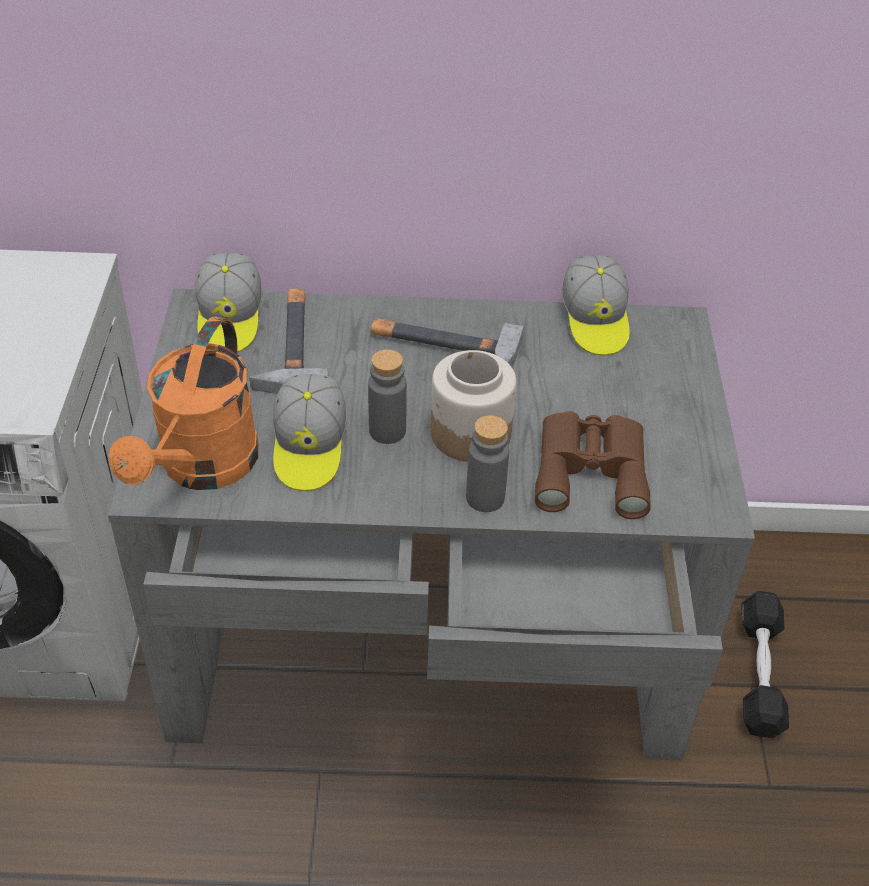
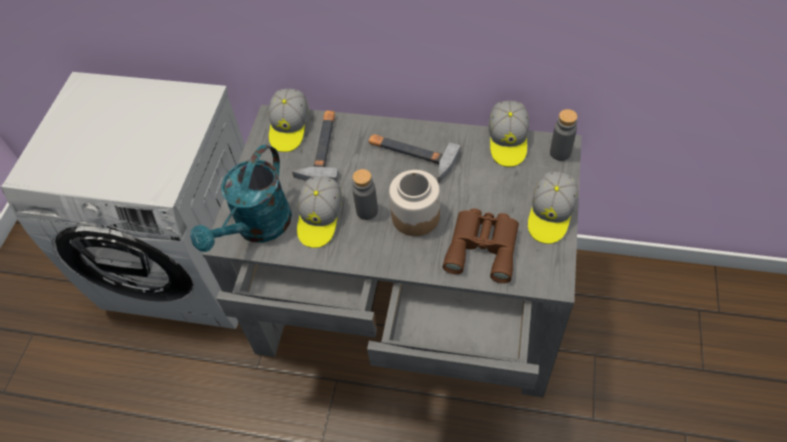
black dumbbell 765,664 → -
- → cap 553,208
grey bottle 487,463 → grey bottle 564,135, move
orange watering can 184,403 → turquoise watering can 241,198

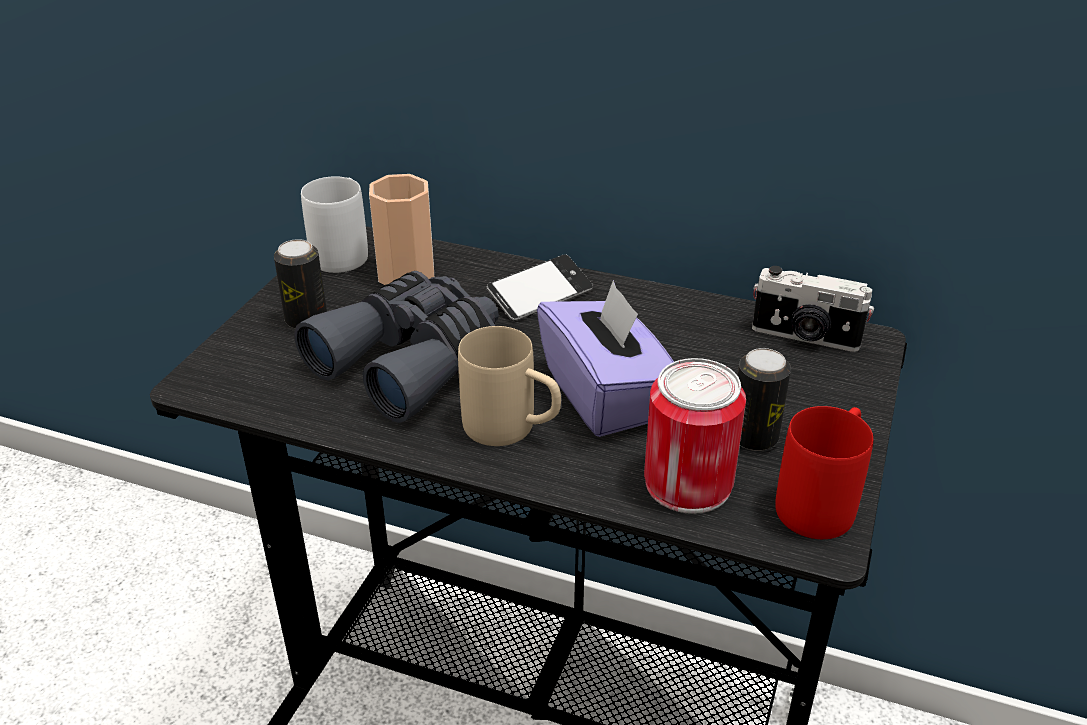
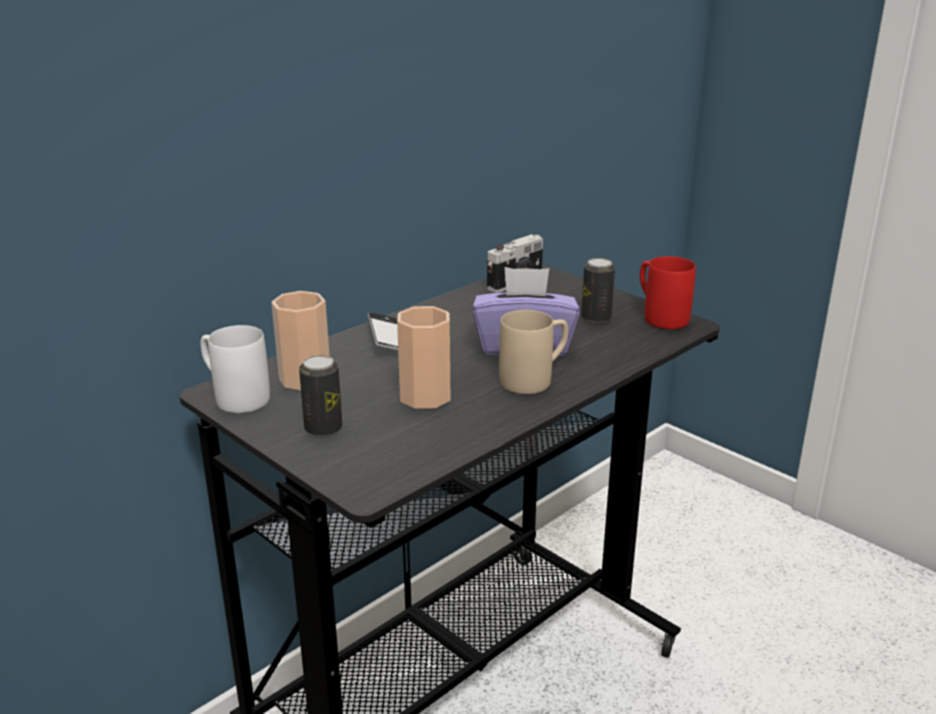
can 695,436 → -
grey binoculars 396,347 → cup 423,357

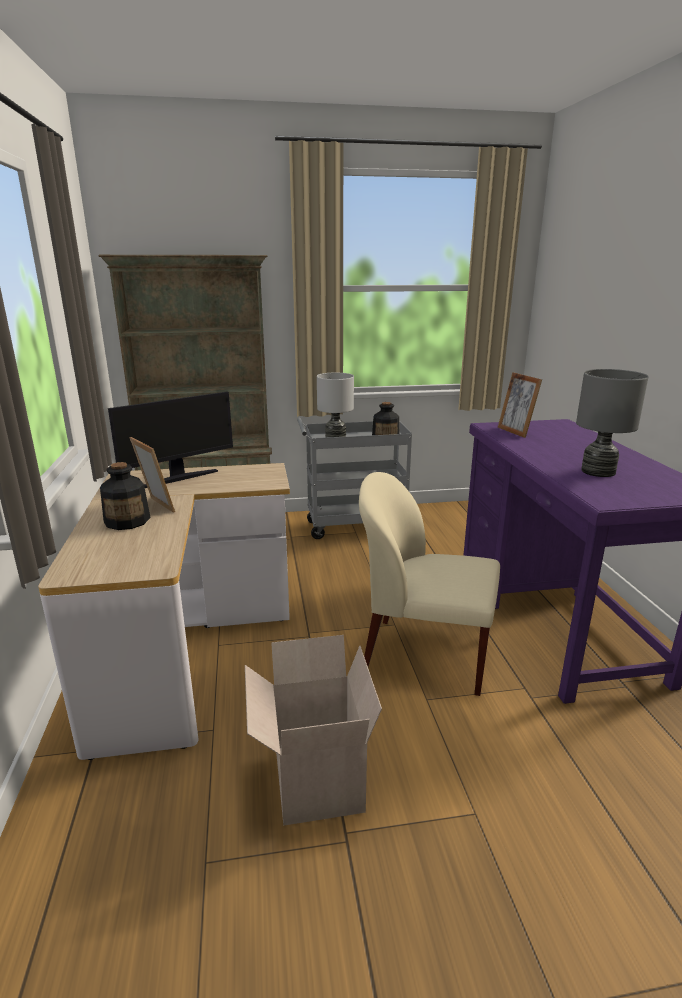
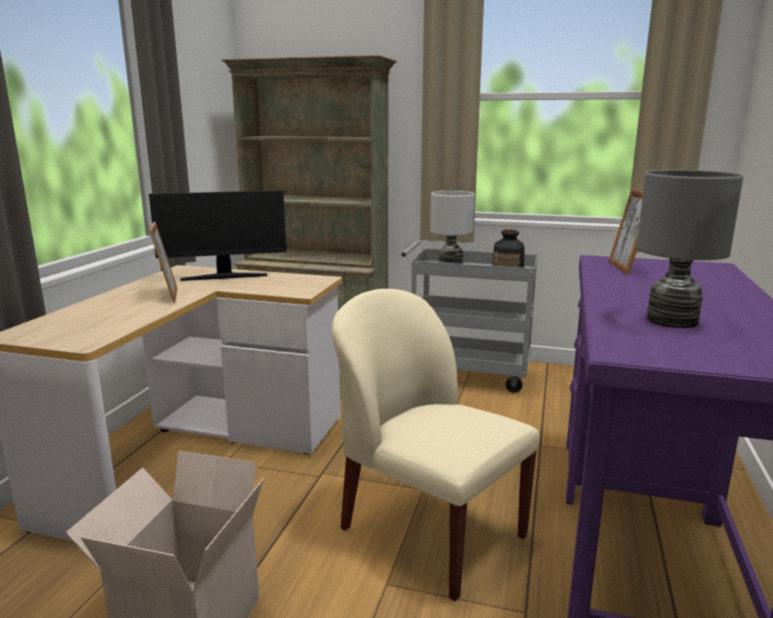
bottle 125,496 → -

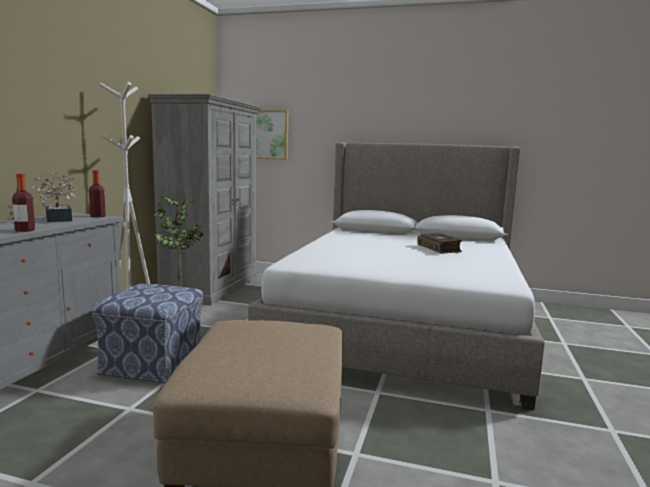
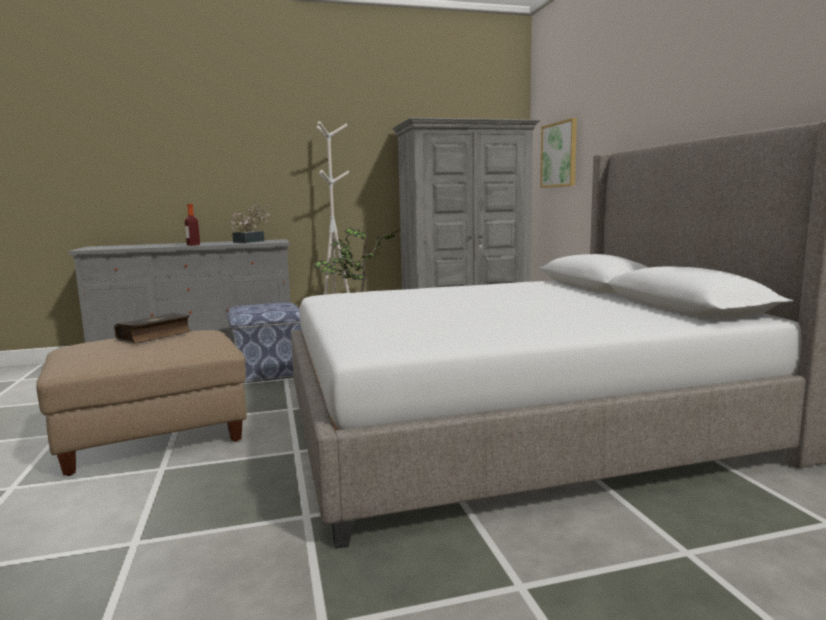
bottle 97,193 → -
book 439,243 → book 153,328, move

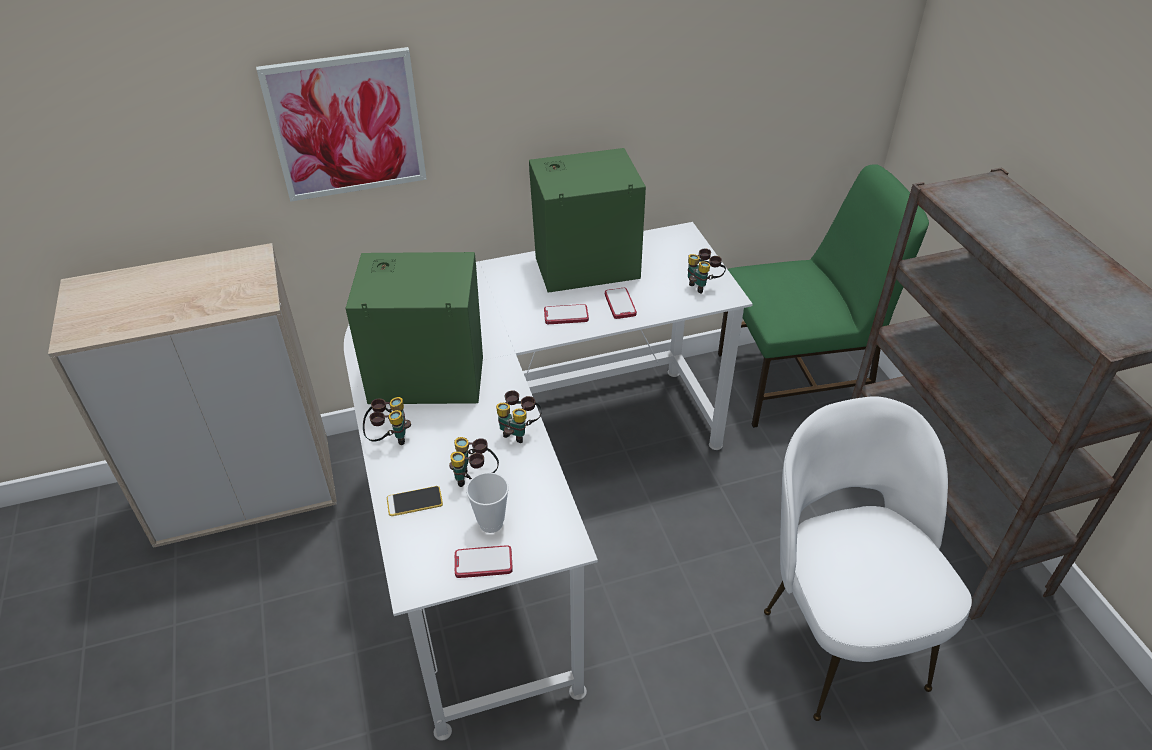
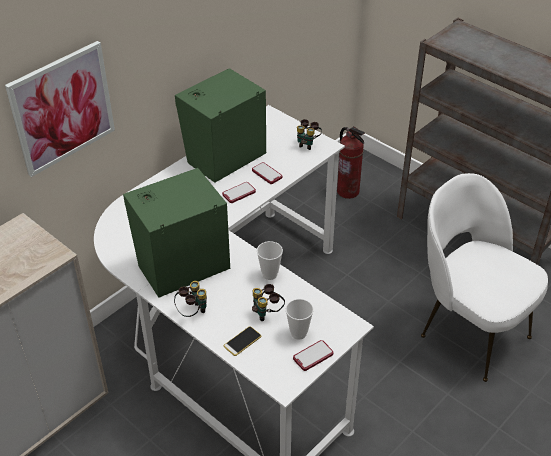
binoculars 519,416 → cup 270,260
green chair 823,296 → fire extinguisher 351,162

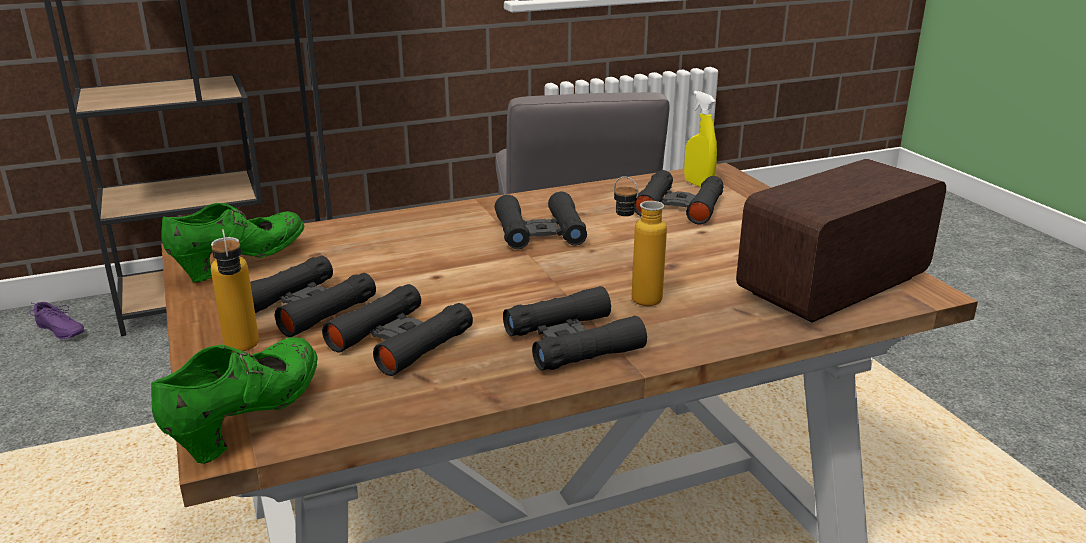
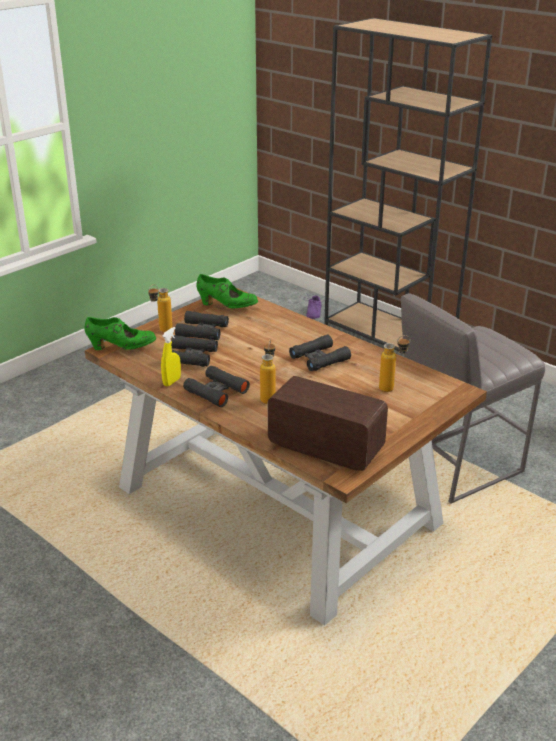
yellow spray bottle 700,139 → yellow spray bottle 171,356, move
black binoculars 679,197 → bottle 394,363

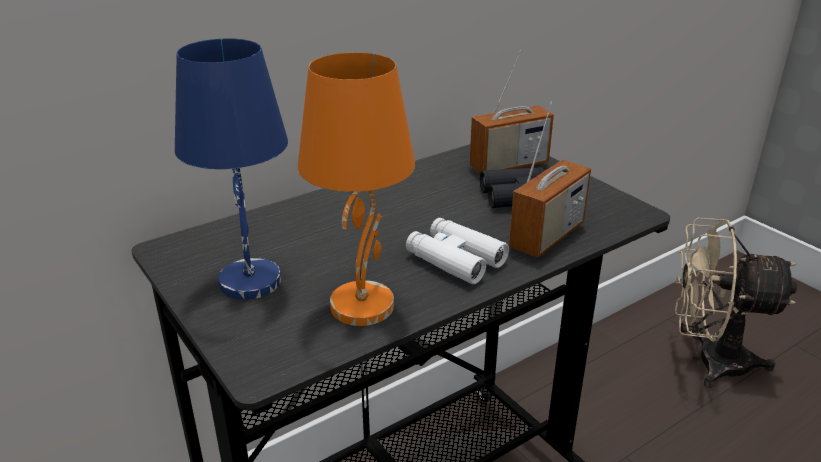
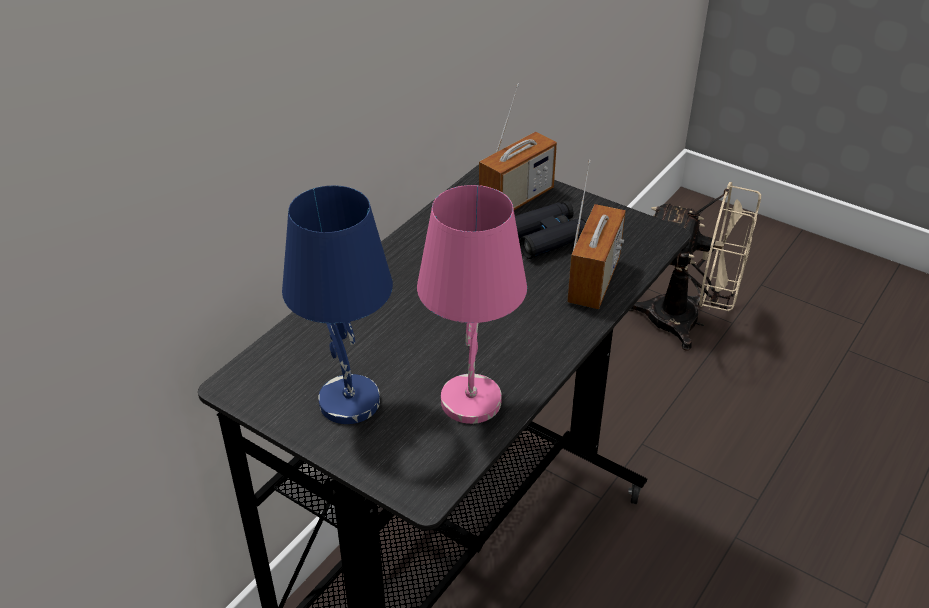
white binoculars 457,251 → -
orange table lamp 356,189 → pink table lamp 472,304
beige fan 736,303 → beige fan 695,266, 150 degrees counterclockwise

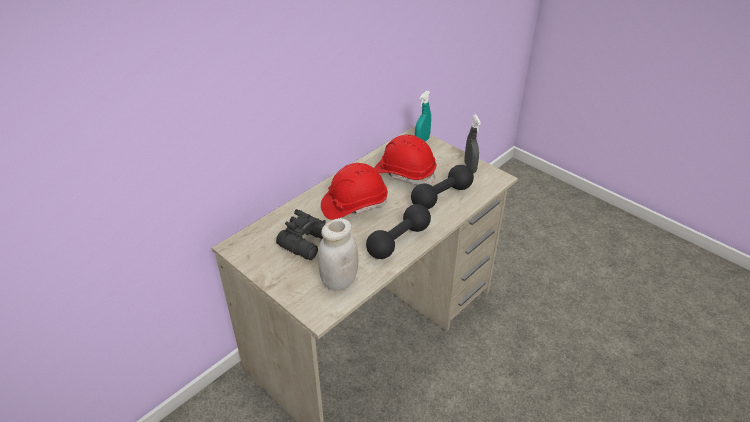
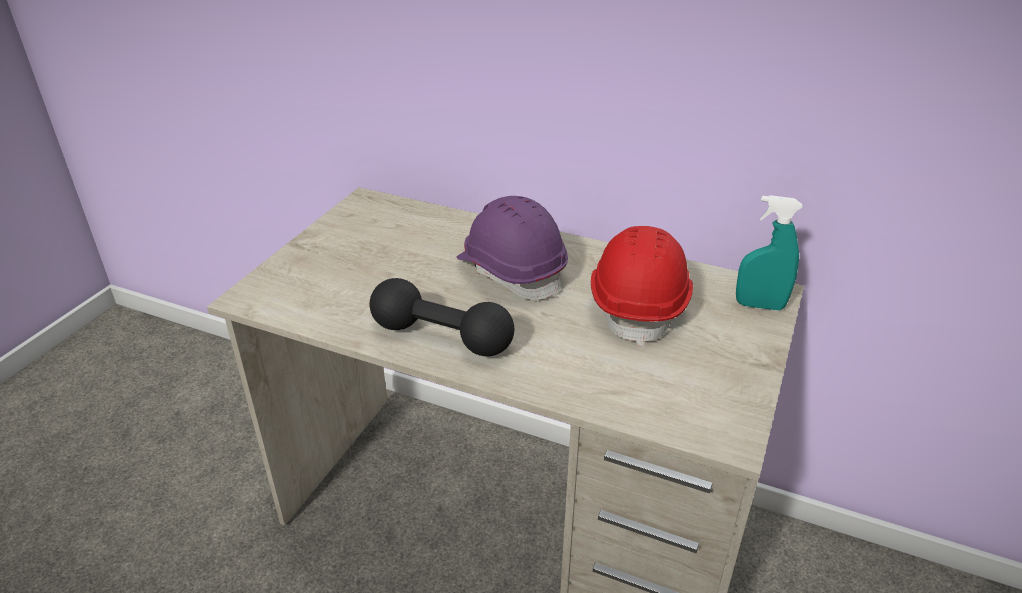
black binoculars 301,234 → -
white jar 338,254 → -
black dumbbell 442,187 → -
grey spray bottle 472,144 → -
red hard hat 354,191 → purple hard hat 512,248

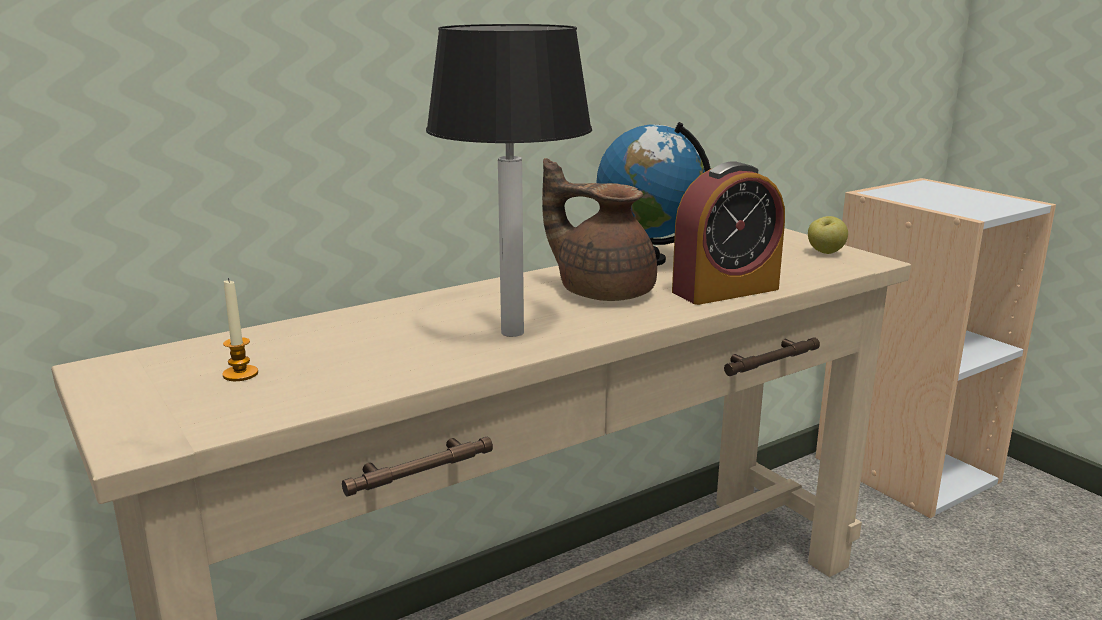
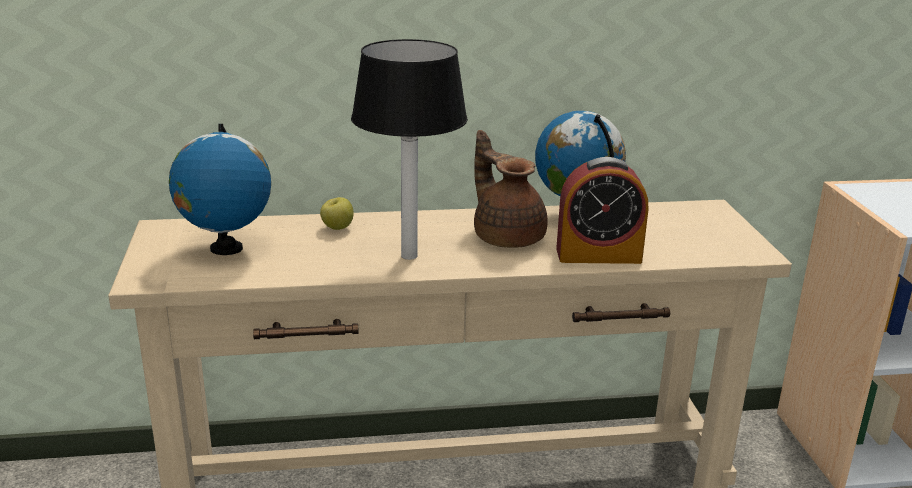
apple 828,235 → apple 336,213, move
candle 240,329 → globe 220,189

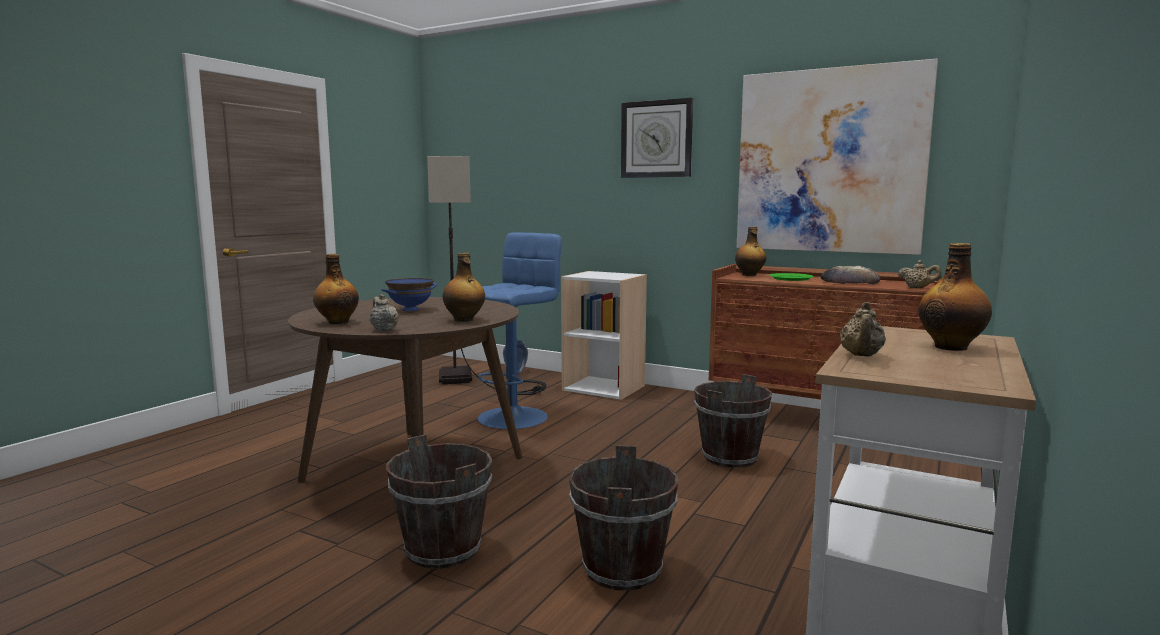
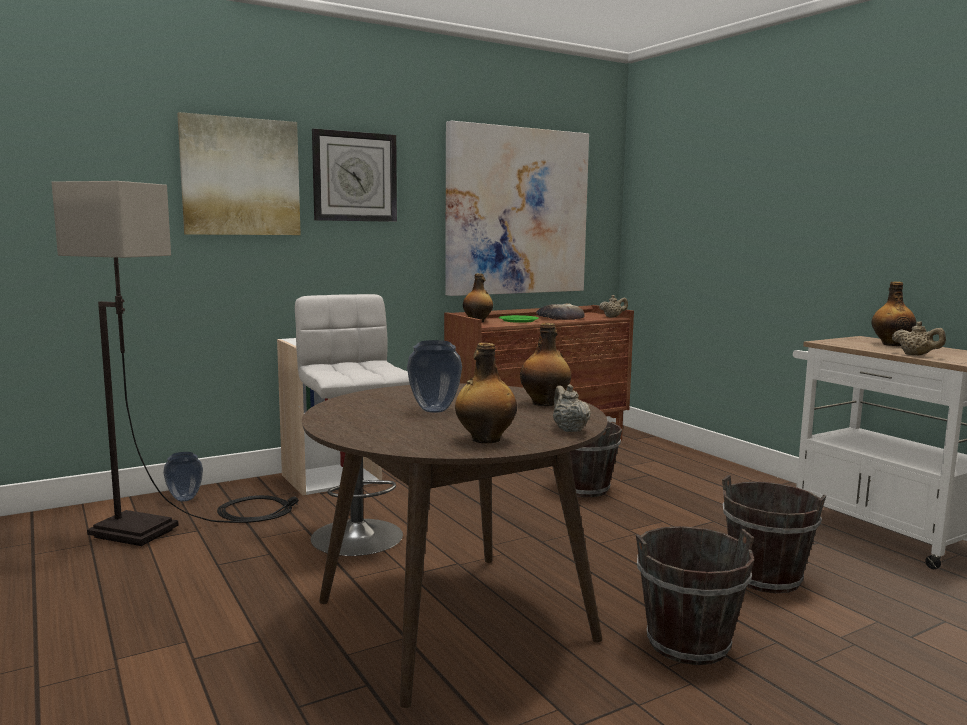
- → picture 239,173
blue bowl 409,294 → vase 434,376
blue stool 520,330 → white stool 352,425
beige teapot 384,312 → beige teapot 572,408, 75 degrees clockwise

